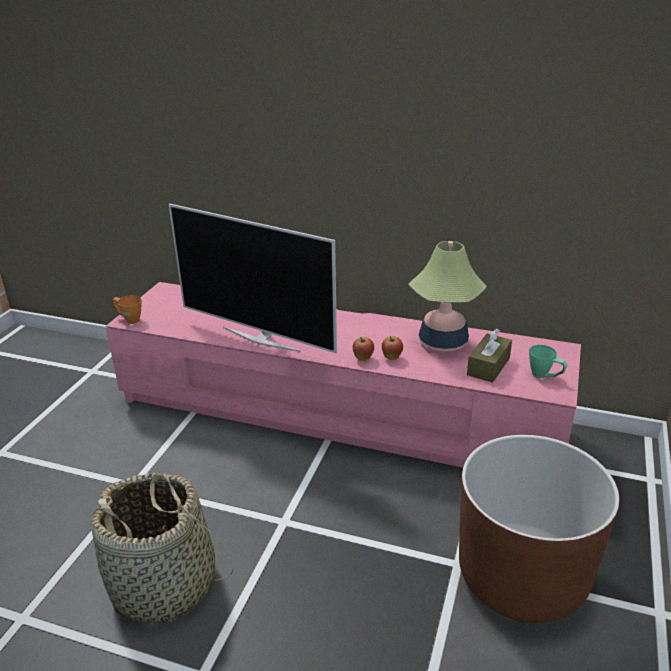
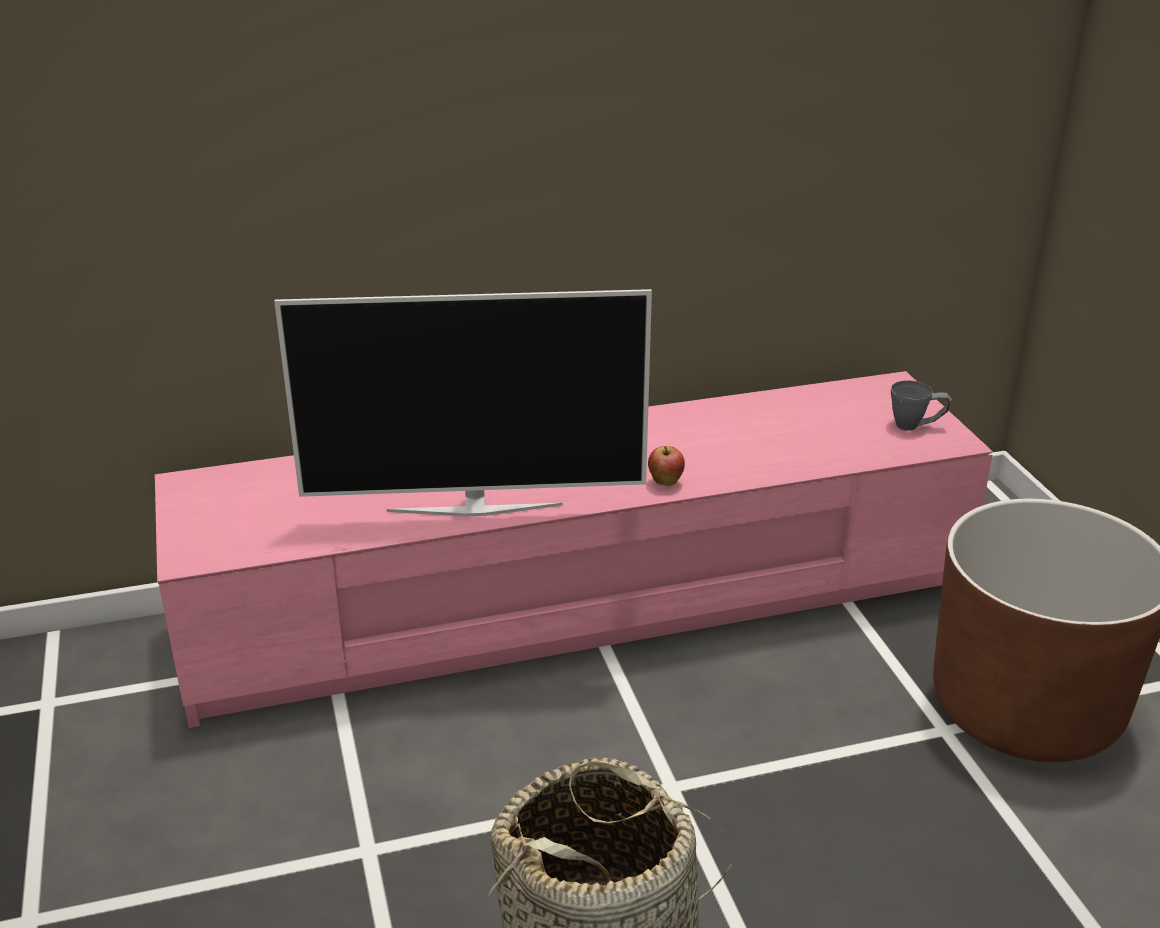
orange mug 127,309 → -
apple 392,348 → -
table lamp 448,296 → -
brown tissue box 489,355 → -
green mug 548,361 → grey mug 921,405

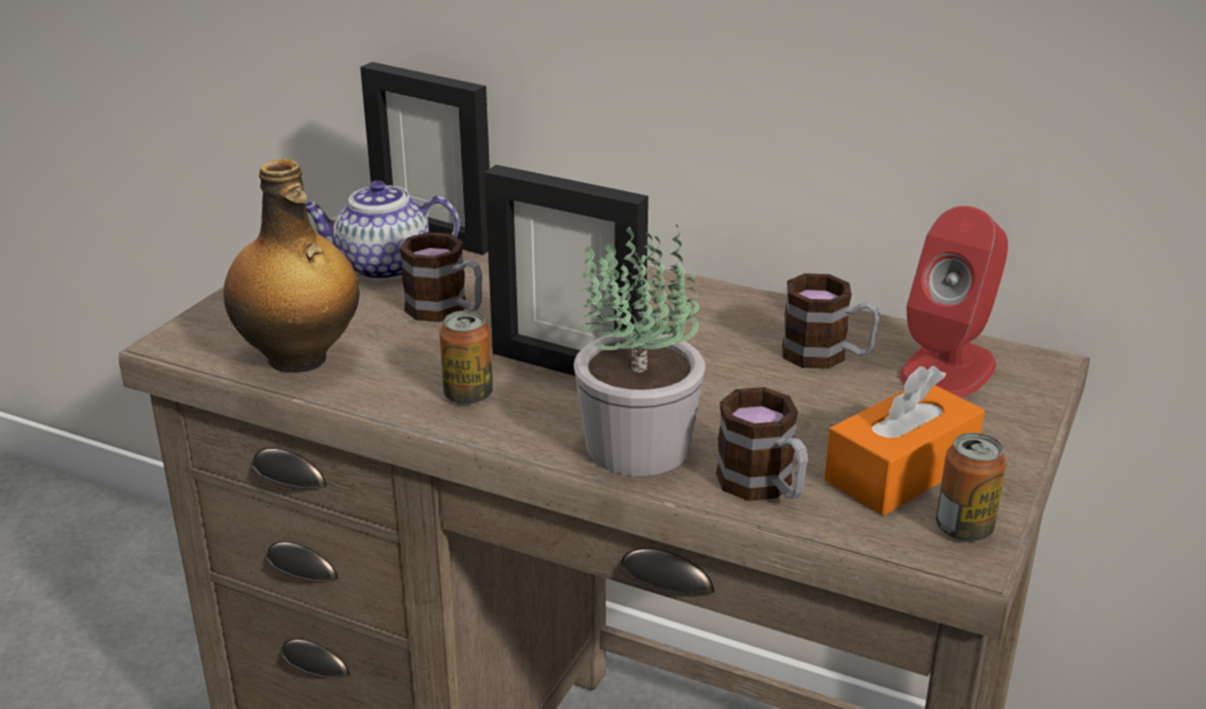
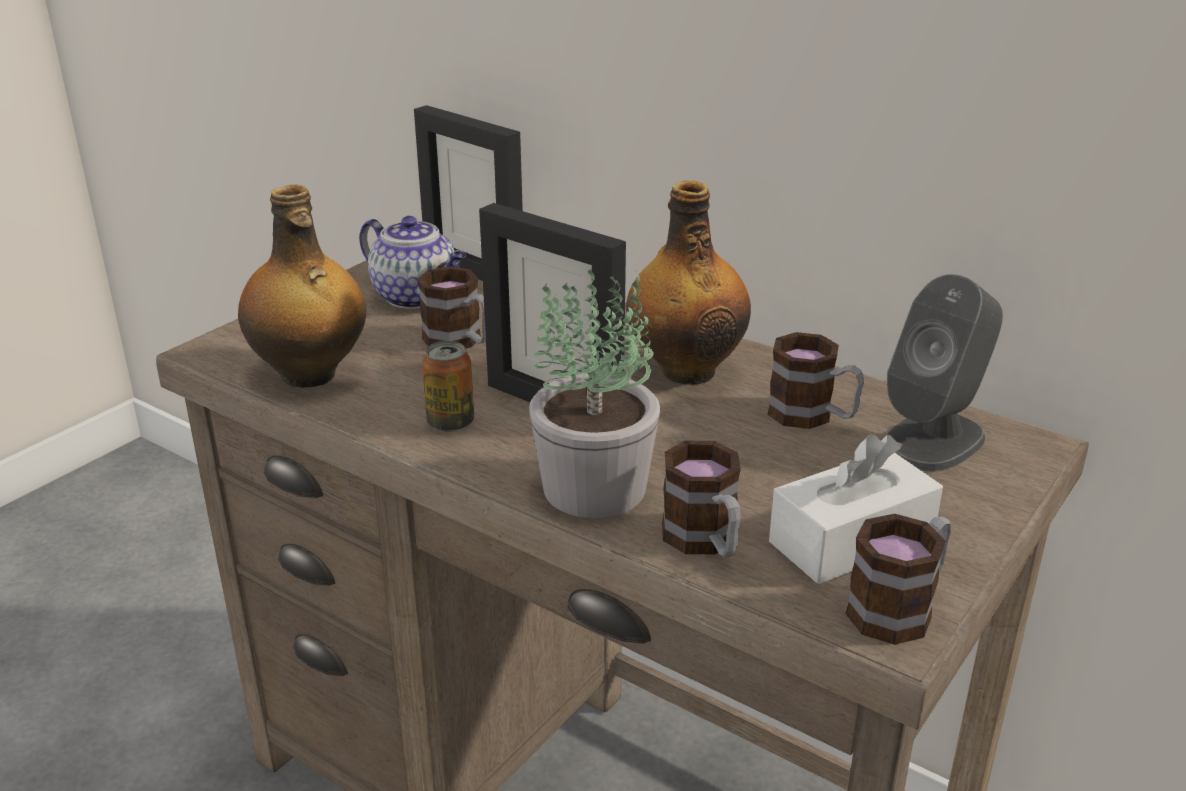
- → bottle 688,283
can 971,486 → mug 898,579
orange tissue box 904,441 → white tissue box 856,509
red speaker 954,302 → grey speaker 944,372
teapot 382,230 → teapot 412,262, 150 degrees counterclockwise

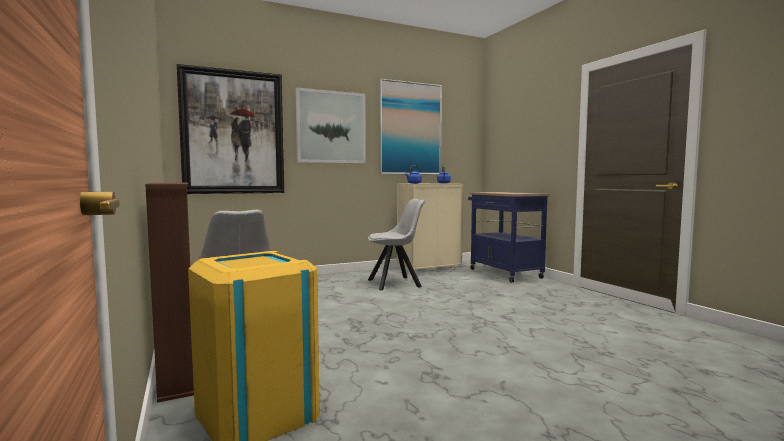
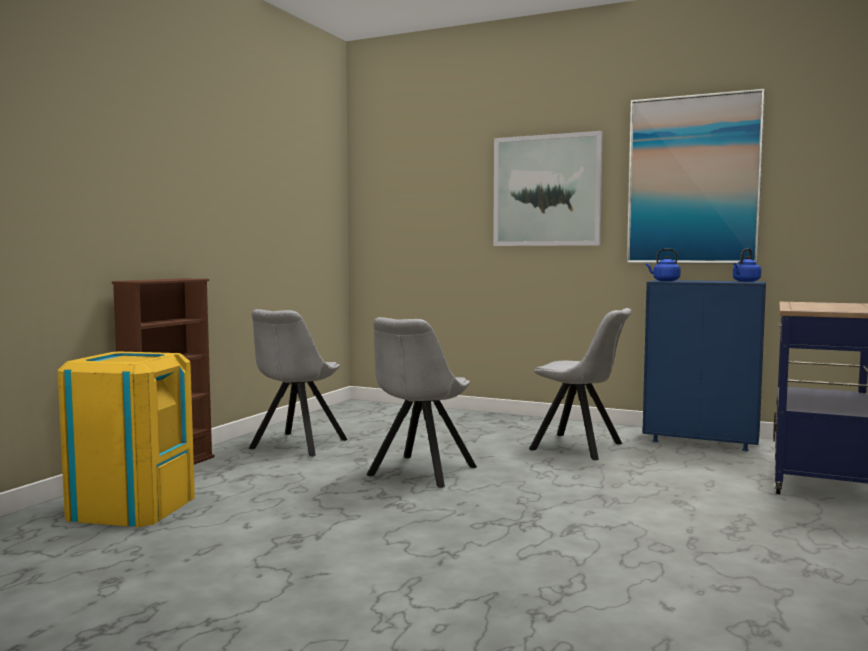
picture 230,129 → -
- → grey chair 422,402
beige cabinet 430,228 → blue cabinet 704,365

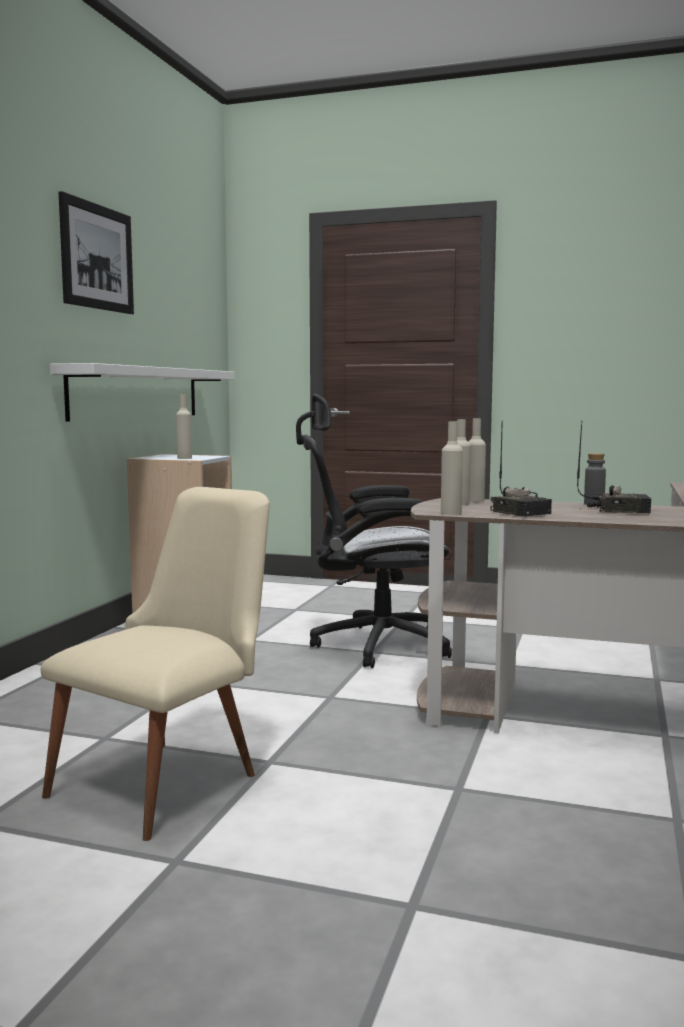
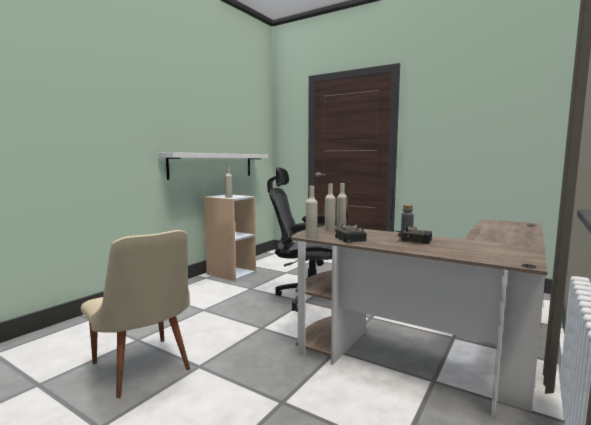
picture 96,252 → -
beige chair 155,664 → beige chair 135,314, 90 degrees clockwise

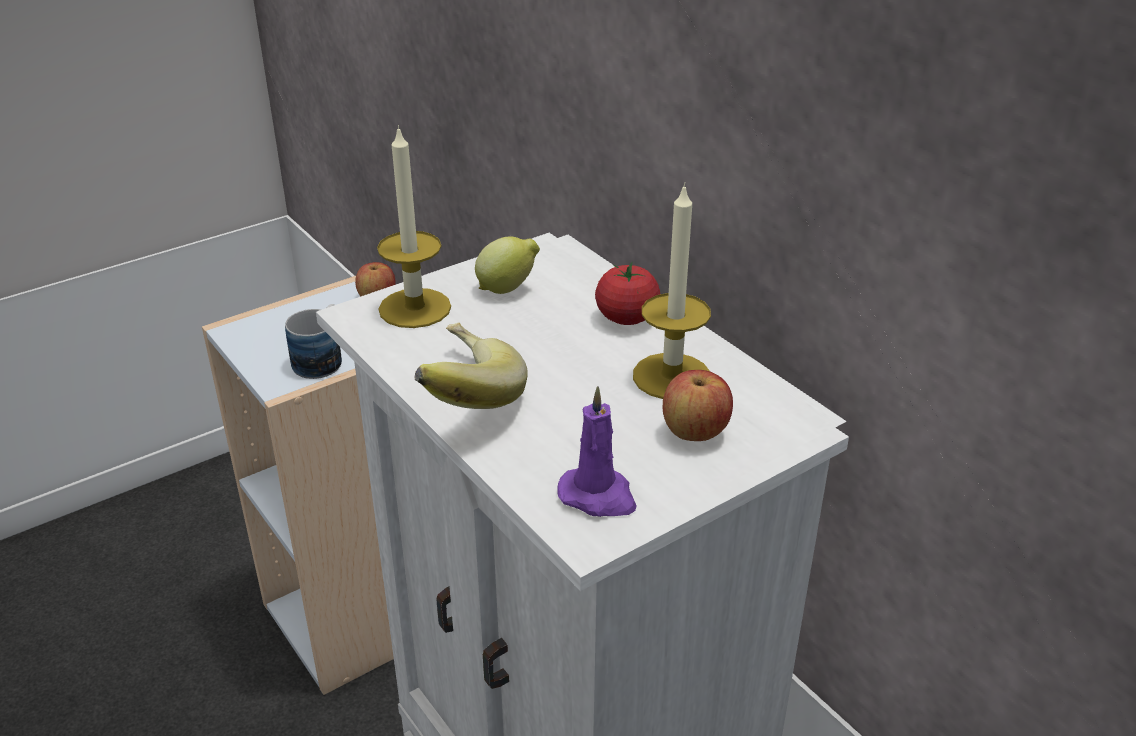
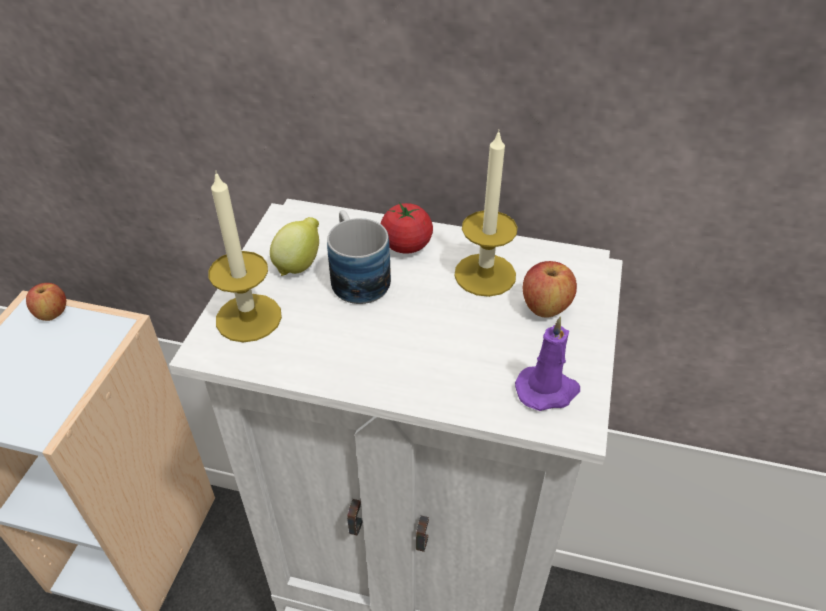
banana 471,365 → -
mug 313,341 → mug 359,257, move

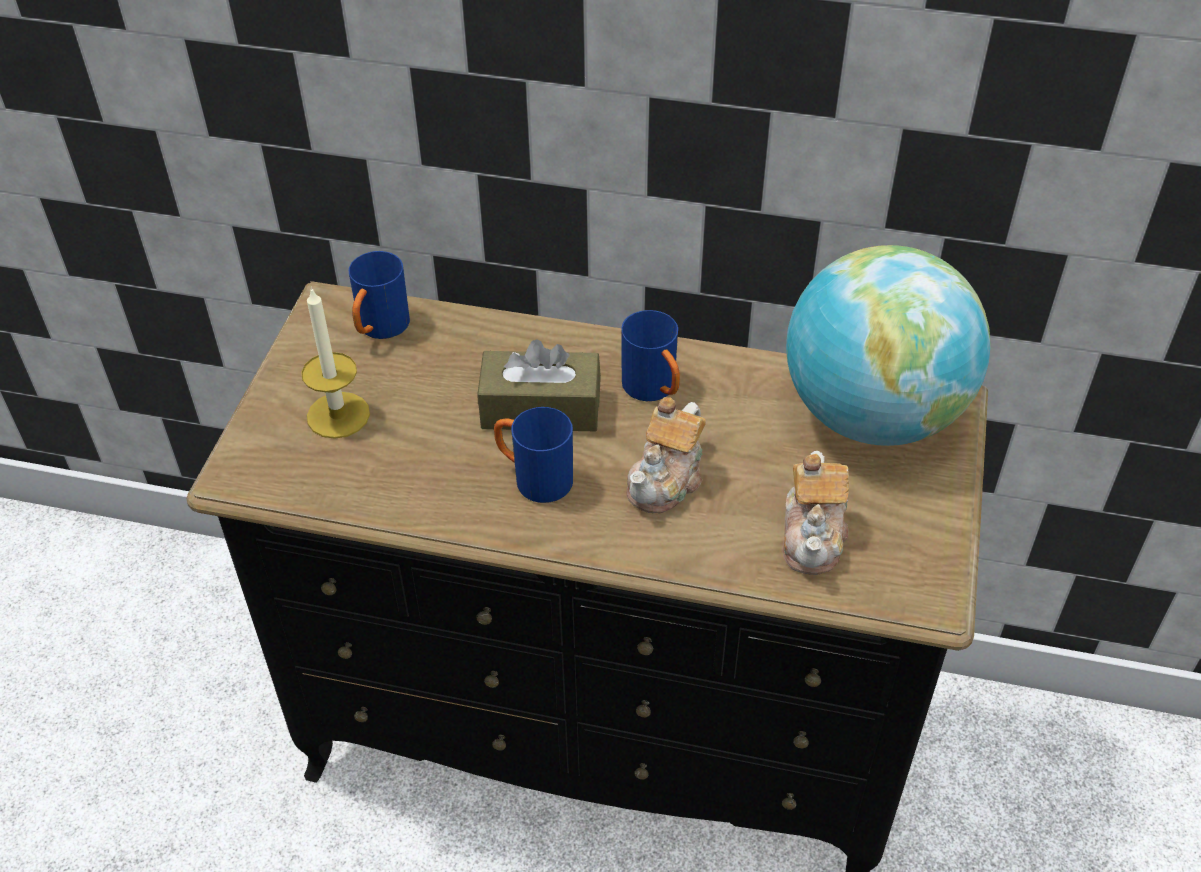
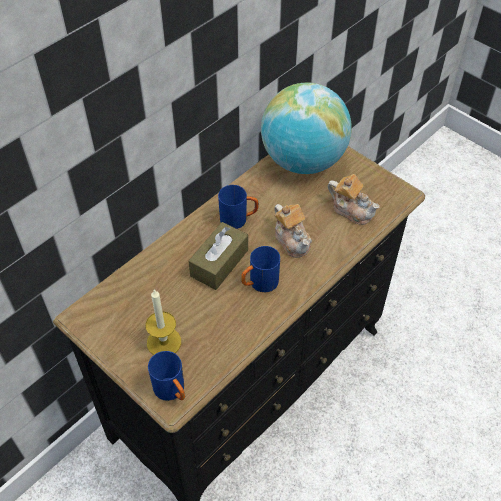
blue mug 379,295 → blue mug 166,376, move

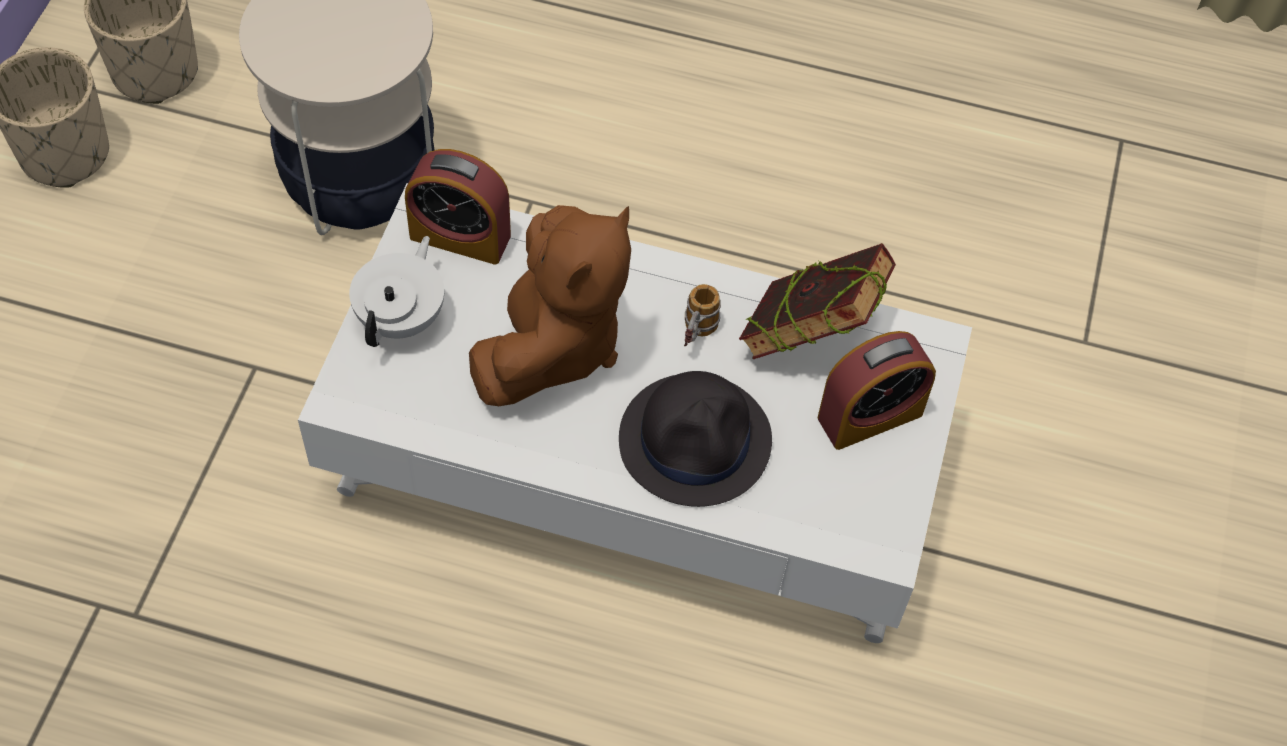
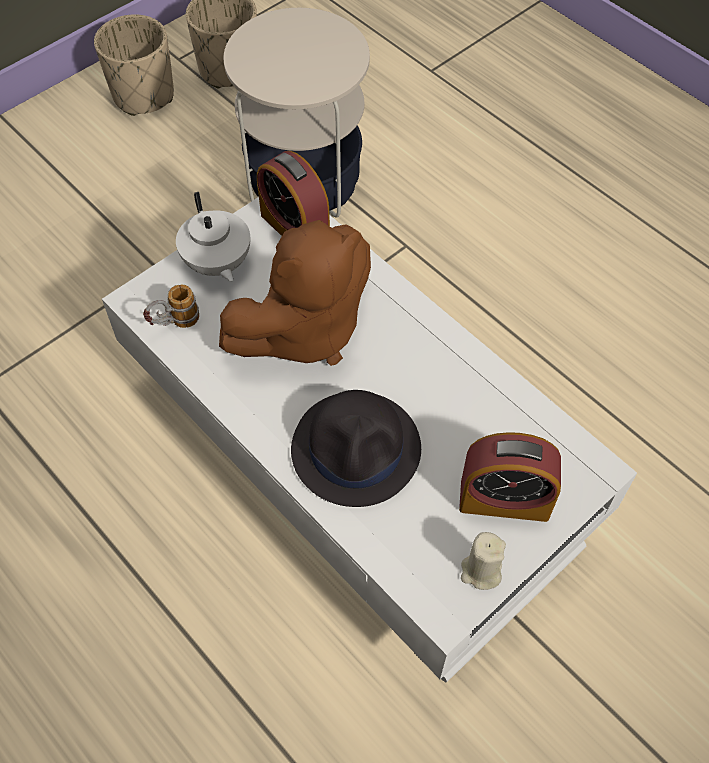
book 817,301 → -
- → beige candle 483,561
mug 702,315 → mug 171,306, move
white teapot 396,291 → white teapot 213,236, 105 degrees clockwise

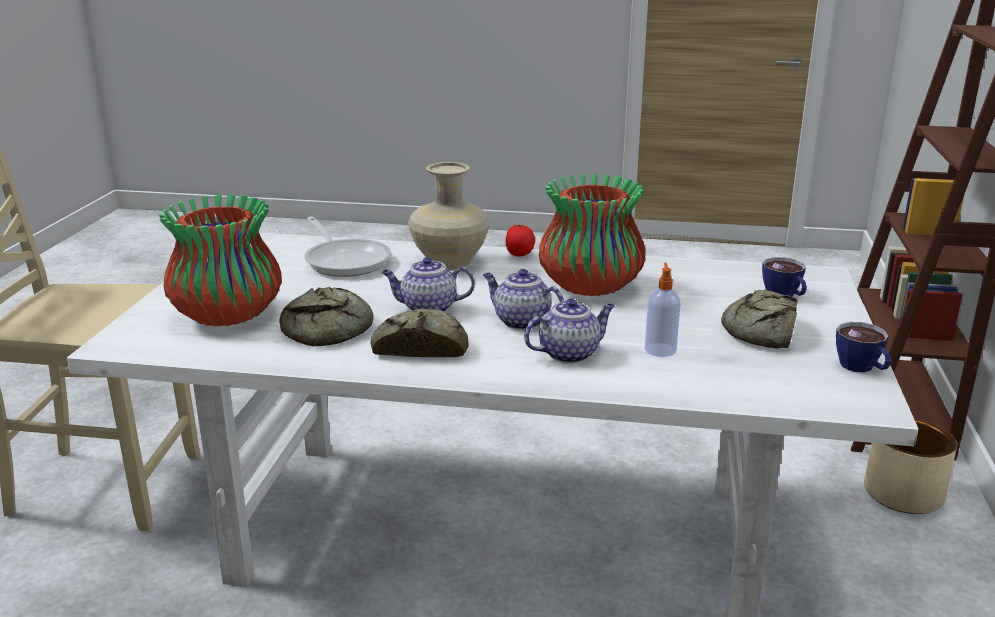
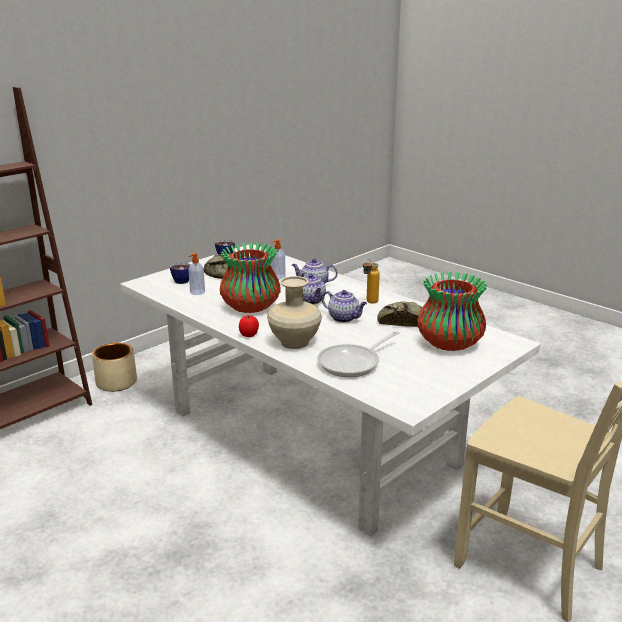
- → soap dispenser 196,274
bread 420,333 → bottle 371,281
frying pan 347,247 → frying pan 358,354, 135 degrees counterclockwise

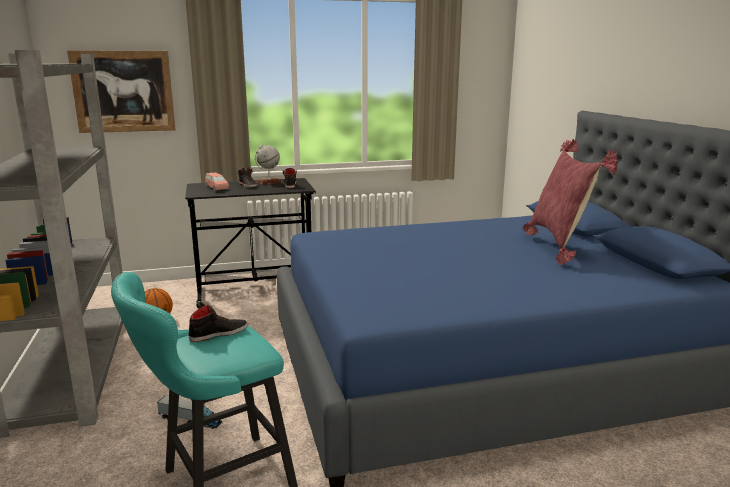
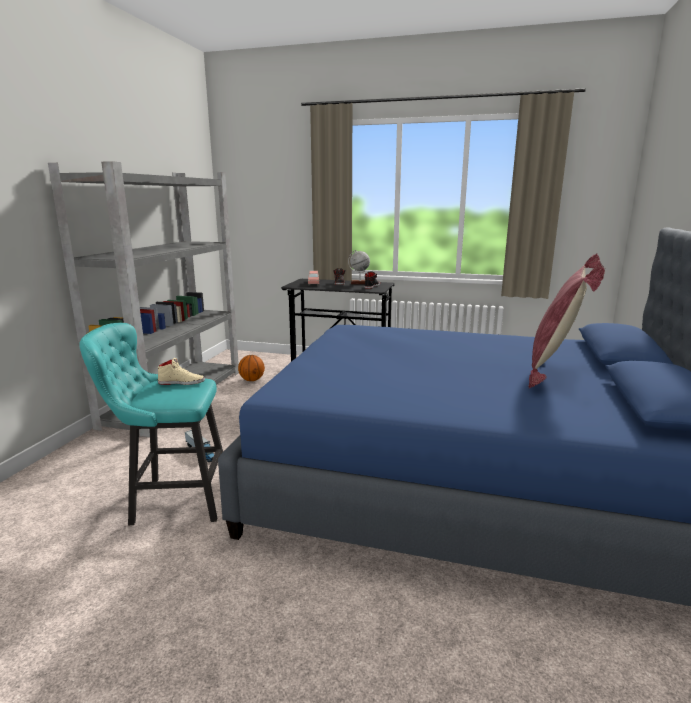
picture 121,91 → -
black shoe 218,323 → beige shoe 181,371

